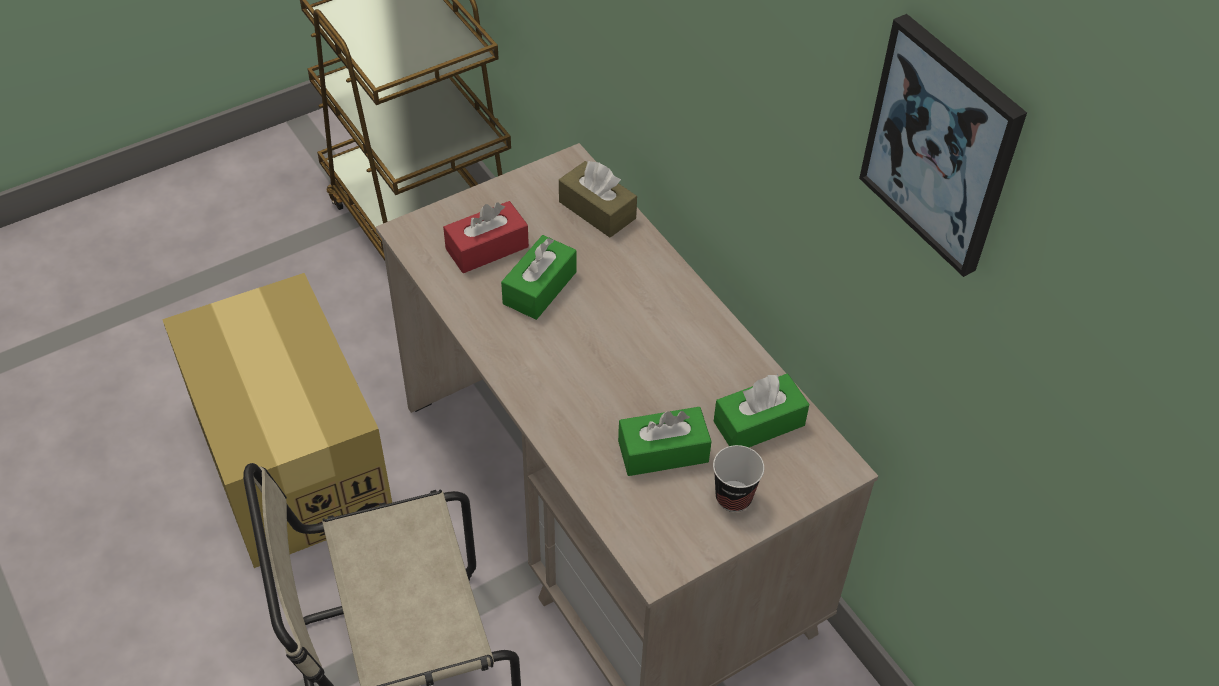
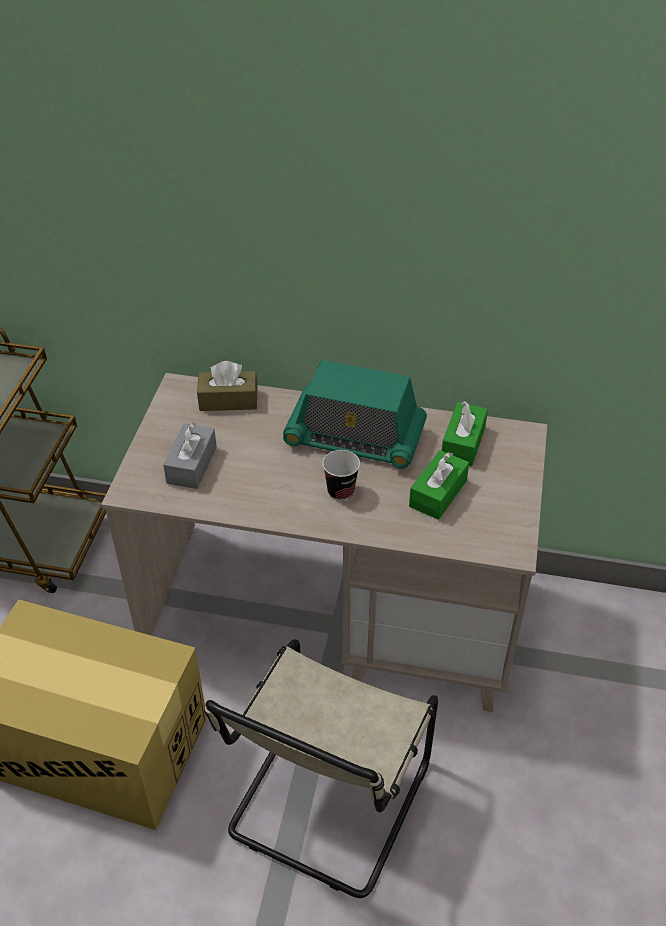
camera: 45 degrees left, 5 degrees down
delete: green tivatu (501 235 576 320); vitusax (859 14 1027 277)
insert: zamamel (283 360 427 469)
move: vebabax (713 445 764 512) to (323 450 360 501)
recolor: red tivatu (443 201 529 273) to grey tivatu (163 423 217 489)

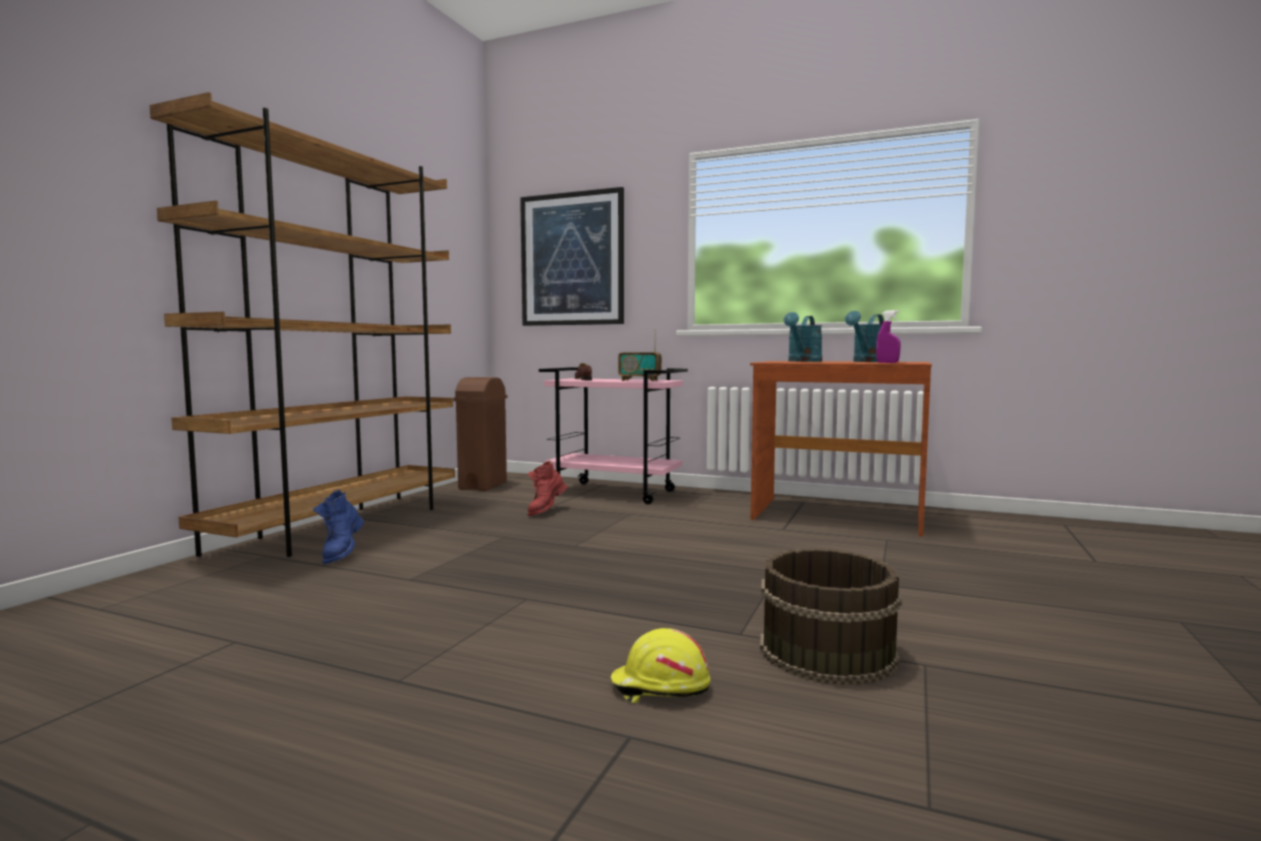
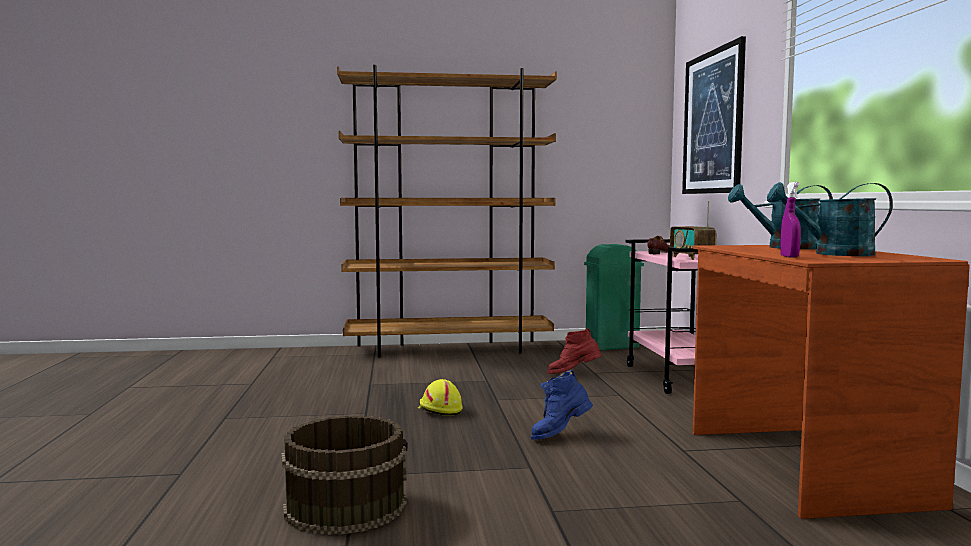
camera: 60 degrees right, 0 degrees up
move: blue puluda (313 490 364 564) to (530 370 593 439); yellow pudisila (610 628 711 703) to (418 379 463 415)
recolor: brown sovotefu (453 377 507 491) to green sovotefu (584 244 644 351)

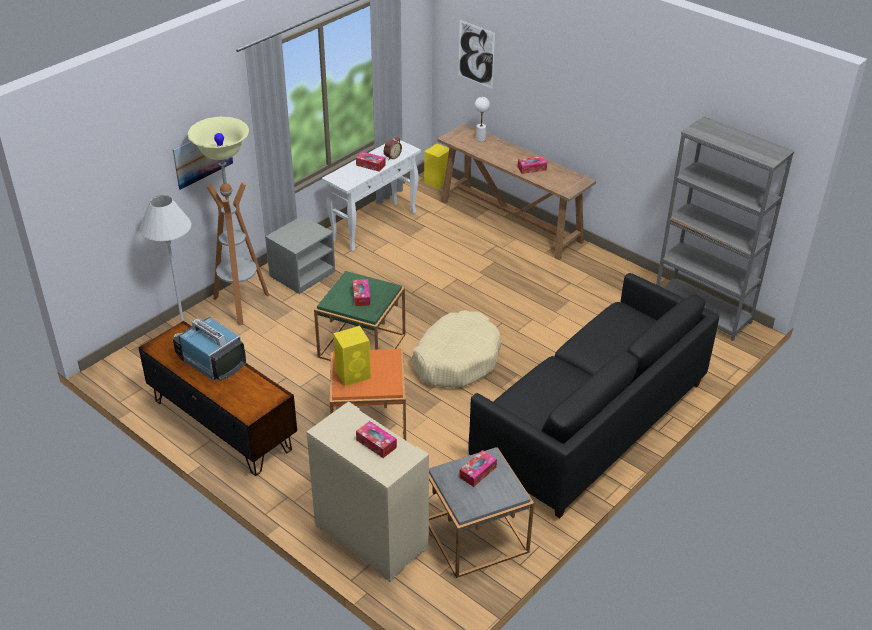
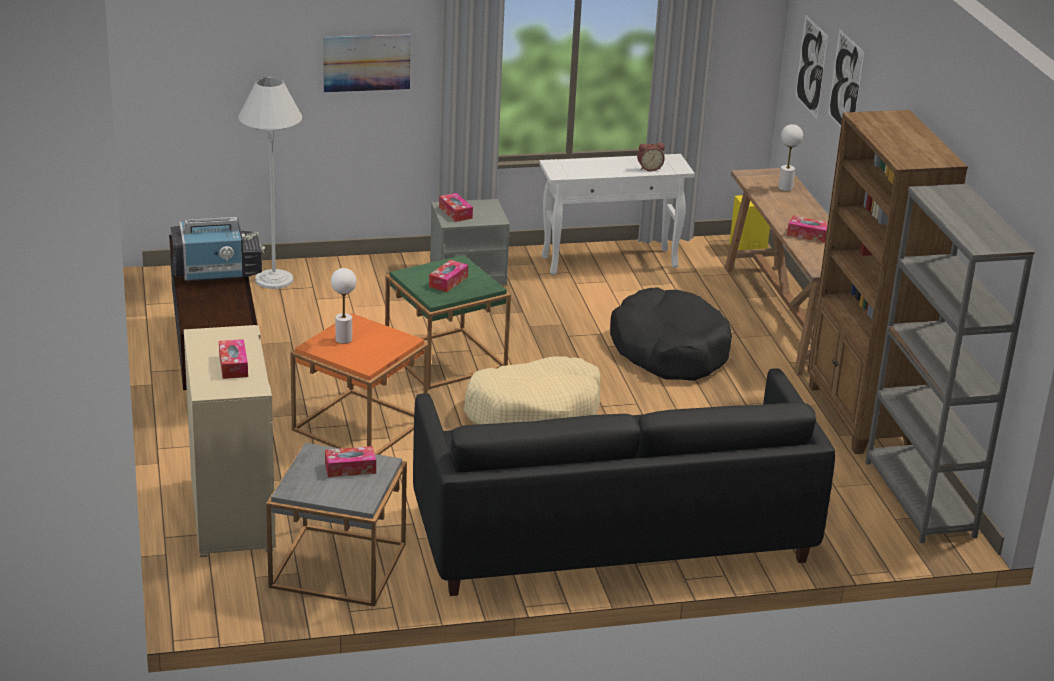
camera: 35 degrees right, 10 degrees down
delete: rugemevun (187 117 269 325)
insert: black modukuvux (610 288 732 381); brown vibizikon (807 110 968 454); vitusax (828 29 865 127)
move: tivatu (356 152 386 171) to (439 193 473 222)
replace: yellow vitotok (333 326 371 386) to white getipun (331 268 357 344)
rotate: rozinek (173 317 246 381) = (170 217 265 282) 90 degrees clockwise

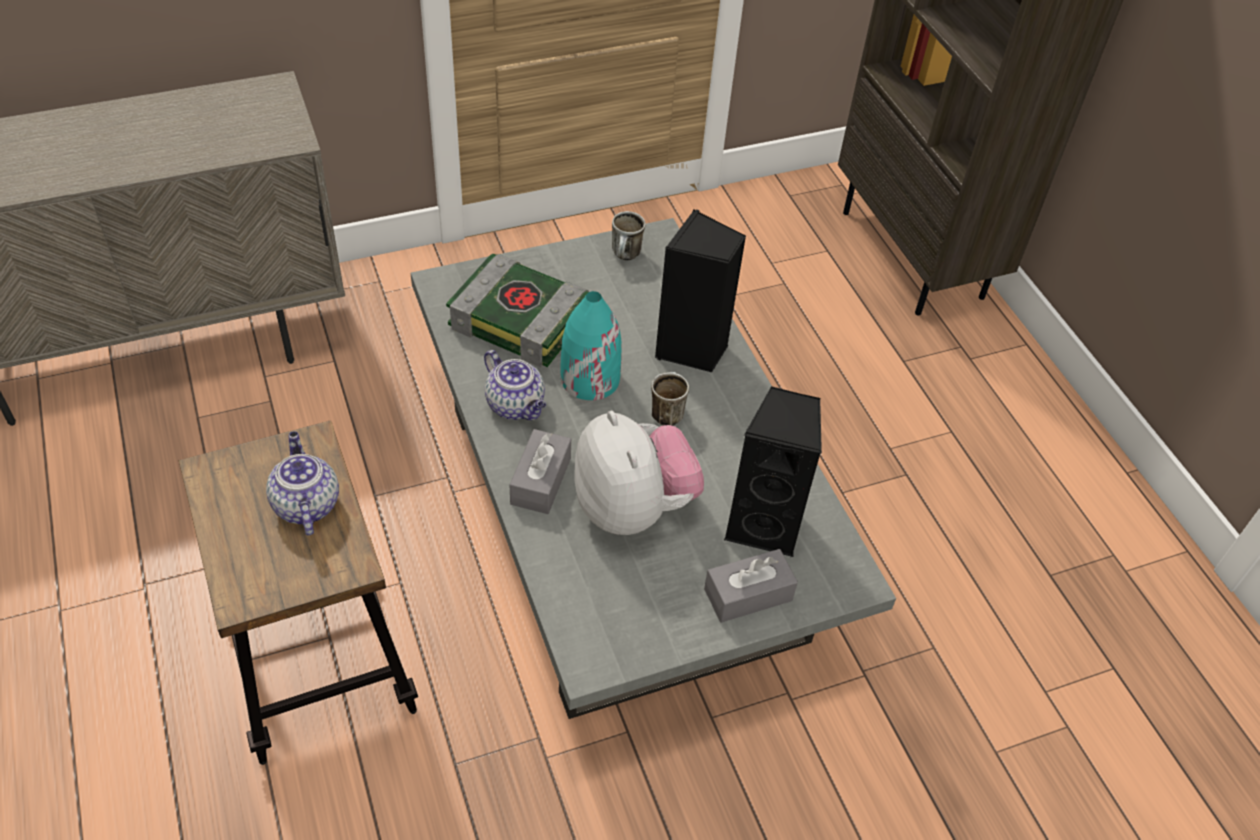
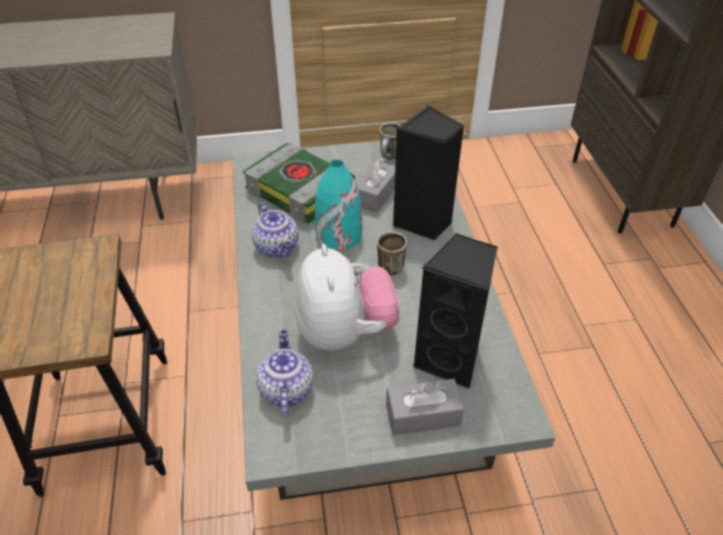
camera: 15 degrees right, 5 degrees down
move: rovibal (266 431 339 536) to (256 330 314 417); grey tivatu (510 429 571 514) to (356 158 395 213)

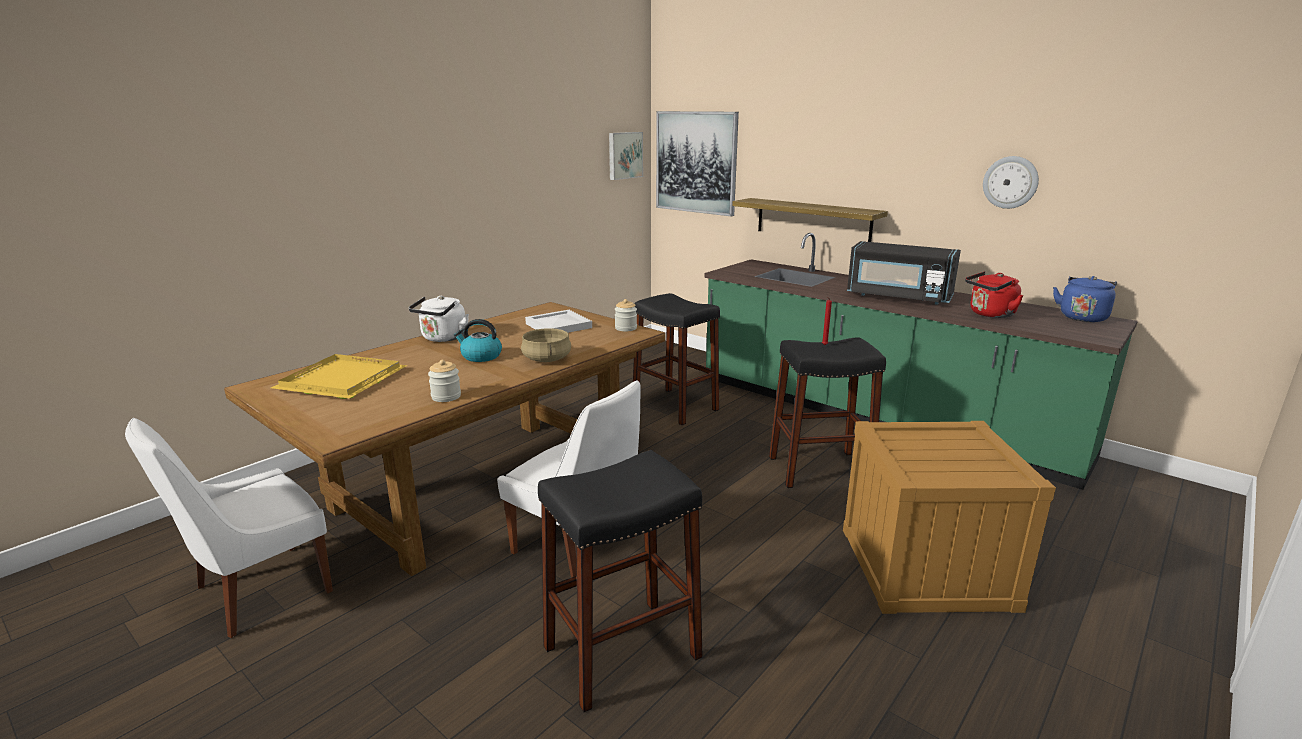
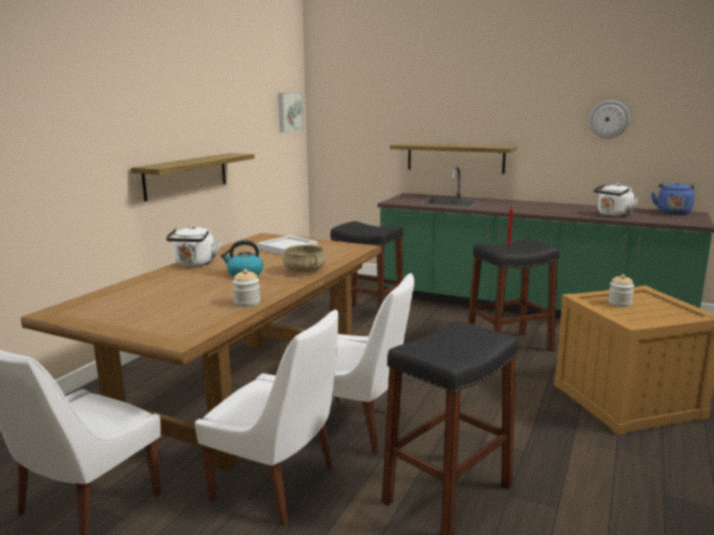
camera: 15 degrees left, 5 degrees down
delete: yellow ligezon (271 354 407 399); vitusax (656 111 739 216); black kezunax (847 241 961 304)
insert: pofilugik (131 153 255 201); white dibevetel (195 309 339 526)
move: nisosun (615 299 637 331) to (608 275 634 307)
recolor: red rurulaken (965 272 1023 318) to white rurulaken (594 183 639 217)

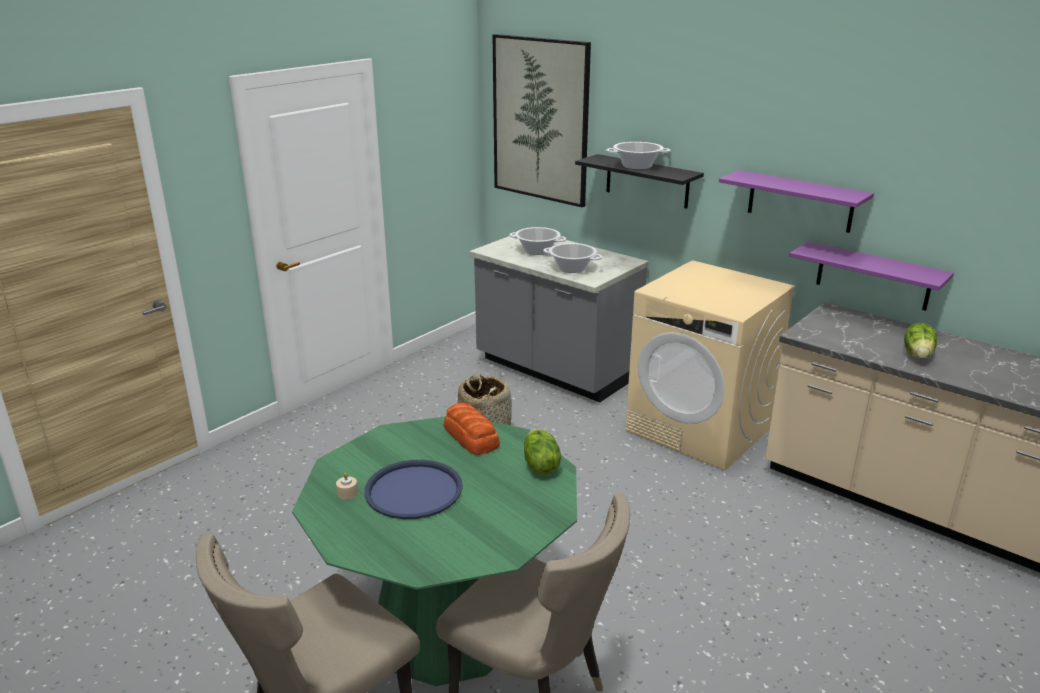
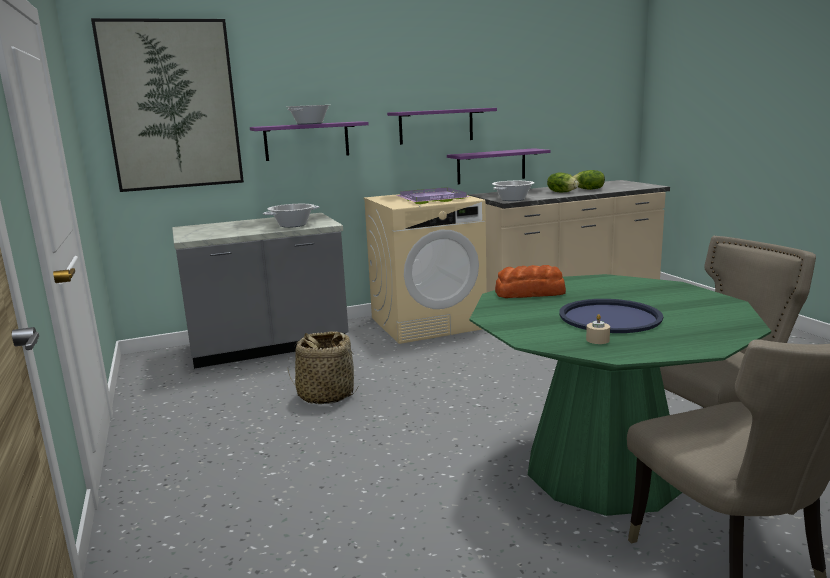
camera: 60 degrees left, 10 degrees down
insert: purple ligezon (397 187 470 204)
move: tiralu (509 227 566 255) to (492 181 534 201); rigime (524 429 561 475) to (573 170 605 190)
recolor: black pofilugik (575 154 704 209) to purple pofilugik (250 122 369 161)

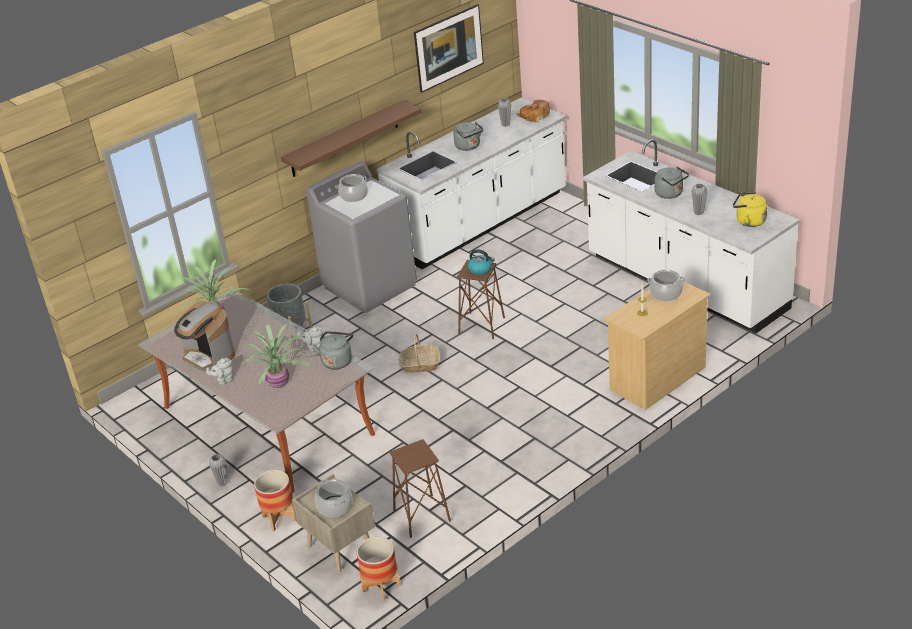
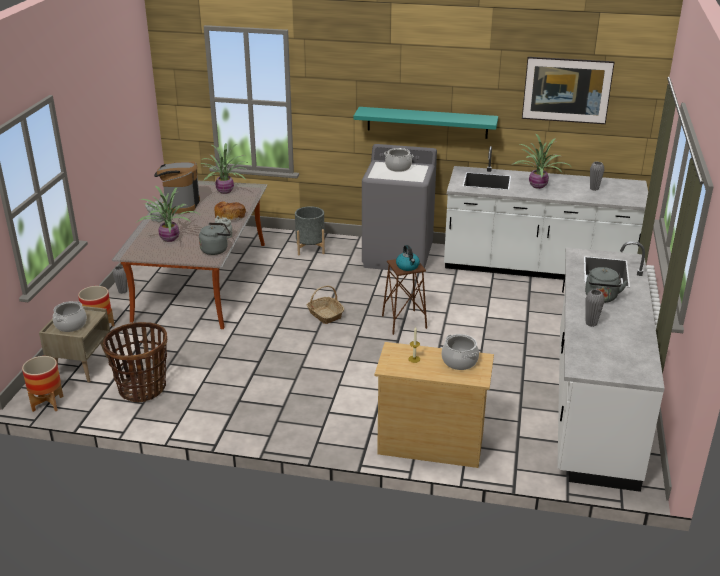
camera: 50 degrees right, 5 degrees down
delete: yellow rurulaken (733 192 767 227)
move: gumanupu (517 100 550 123) to (214 202 246 220)
replace: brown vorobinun (389 439 451 538) to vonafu (103 322 167 402); grey rurulaken (453 122 484 151) to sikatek (511 134 570 189)
recolor: brown pofilugik (281 100 421 177) to turquoise pofilugik (354 107 498 139)

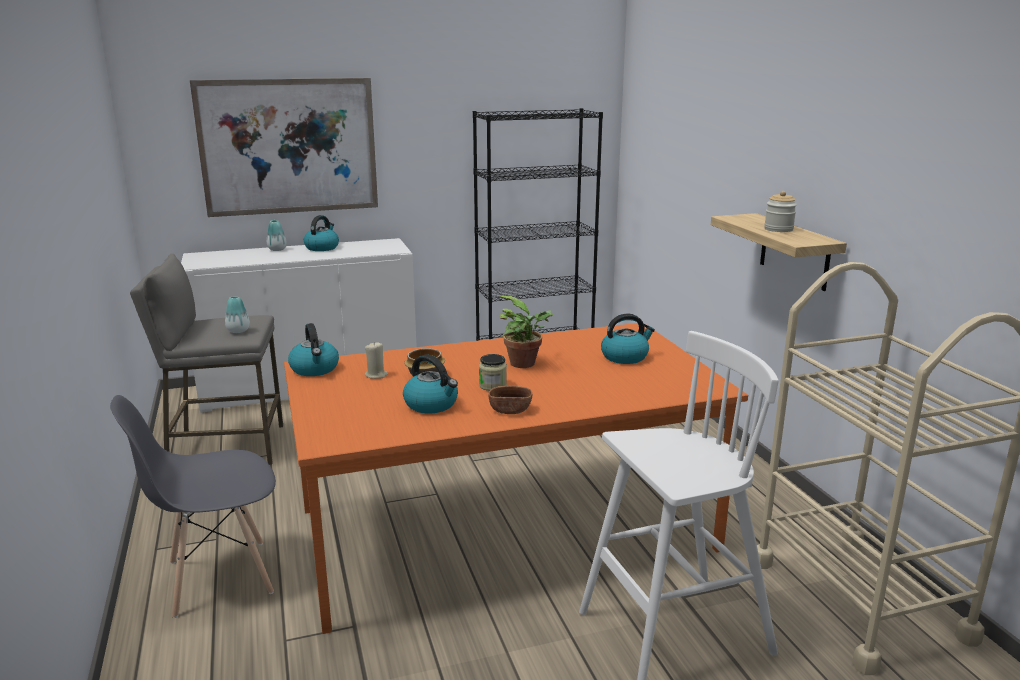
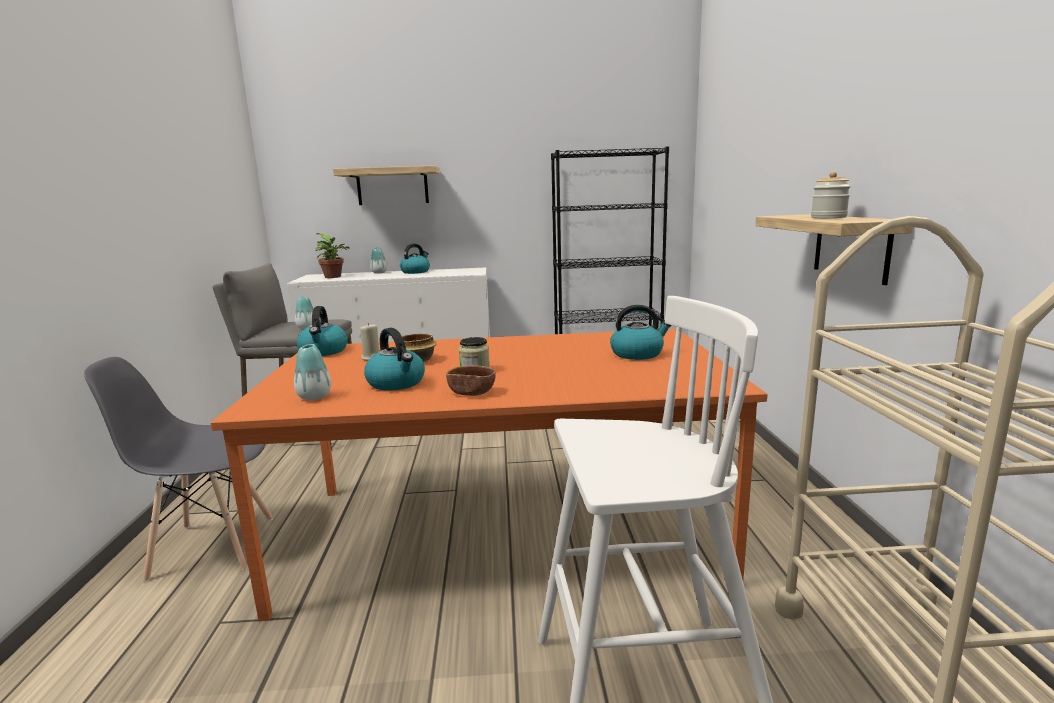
camera: 15 degrees right, 5 degrees down
insert: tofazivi (294 344 331 400)
move: sikatek (497 296 553 368) to (315 233 350 278)
replace: vitusax (190 78 378 217) to pofilugik (333 165 439 205)

